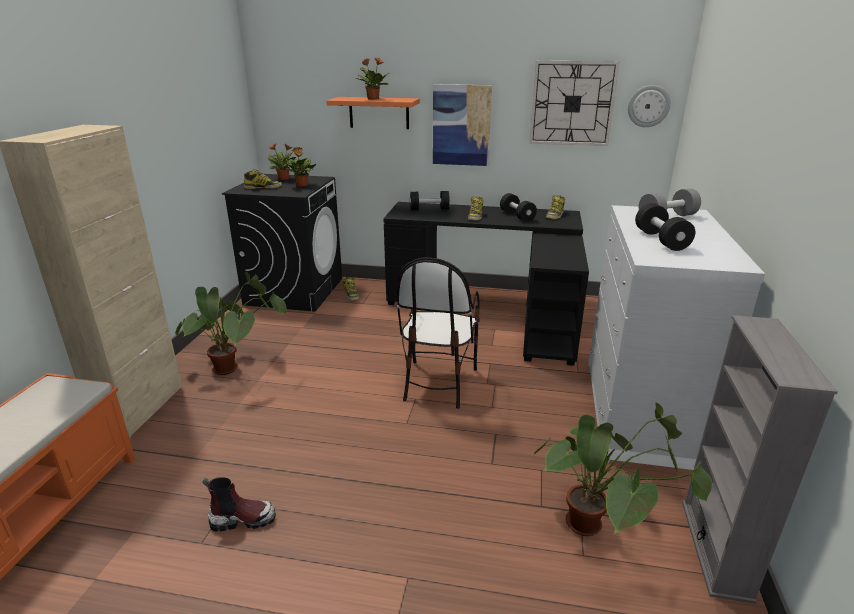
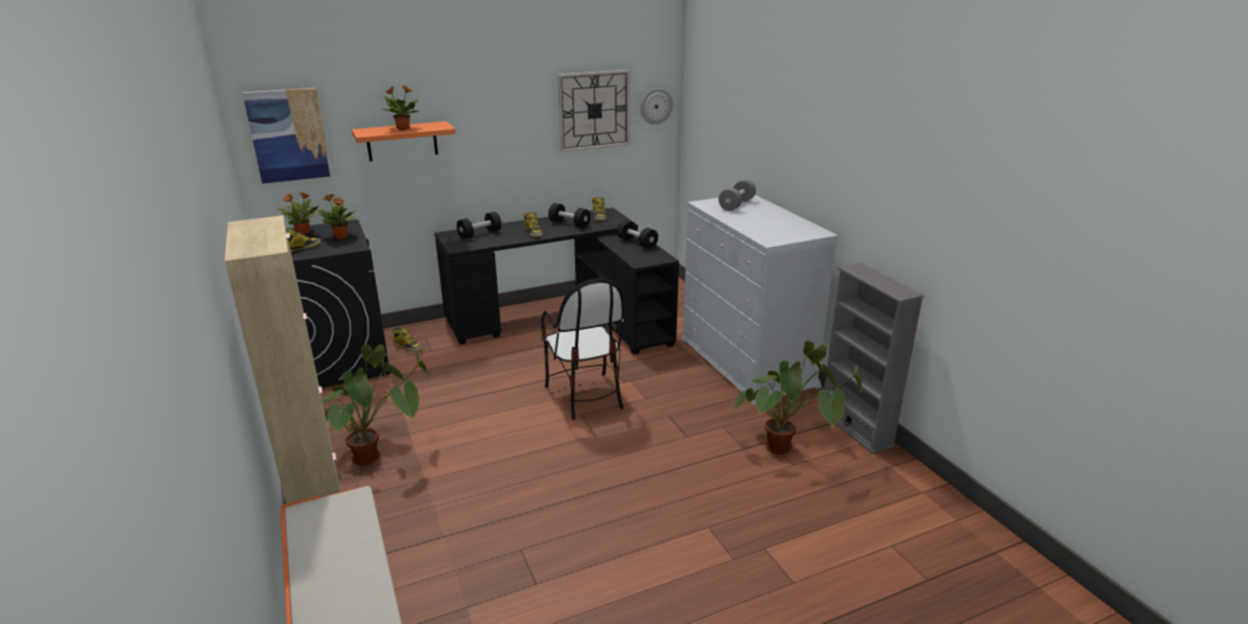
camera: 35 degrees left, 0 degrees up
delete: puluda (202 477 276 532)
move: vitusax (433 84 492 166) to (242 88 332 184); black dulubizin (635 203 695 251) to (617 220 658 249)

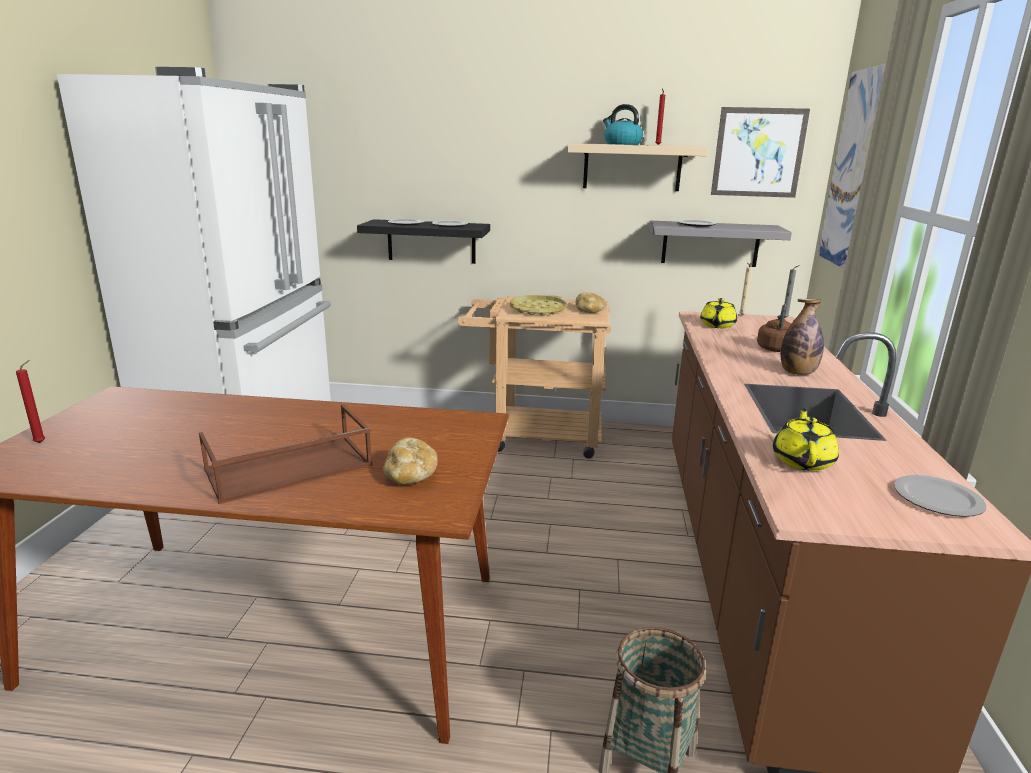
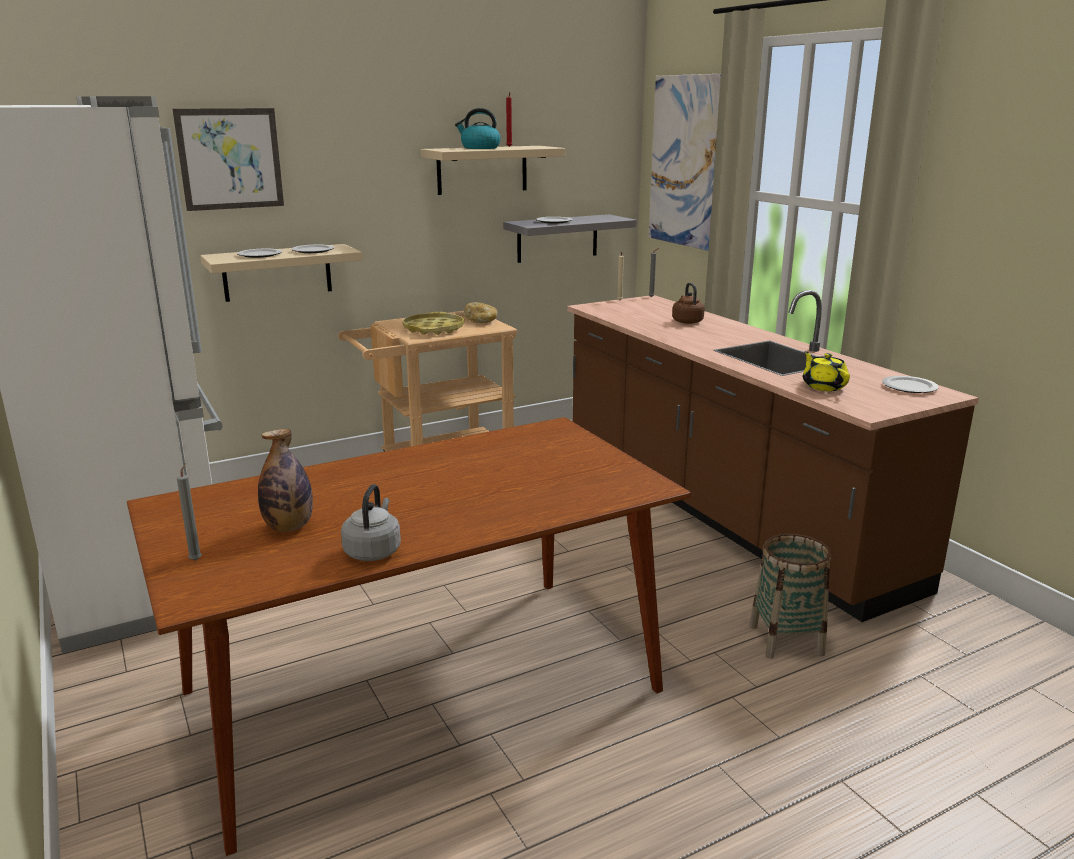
camera: 35 degrees left, 0 degrees up
delete: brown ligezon (199 404 373 504); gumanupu (383 437 438 485); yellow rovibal (700 298 737 328)
insert: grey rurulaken (341 484 401 561)
move: vitusax (711 107 810 198) to (173 108 284 211); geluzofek (781 299 824 375) to (258 429 313 532)
recolor: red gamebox (16 360 45 443) to grey gamebox (177 463 202 561); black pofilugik (357 219 490 264) to beige pofilugik (200 244 362 302)

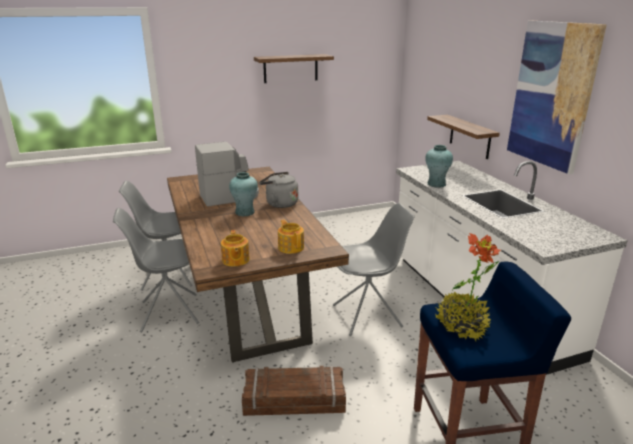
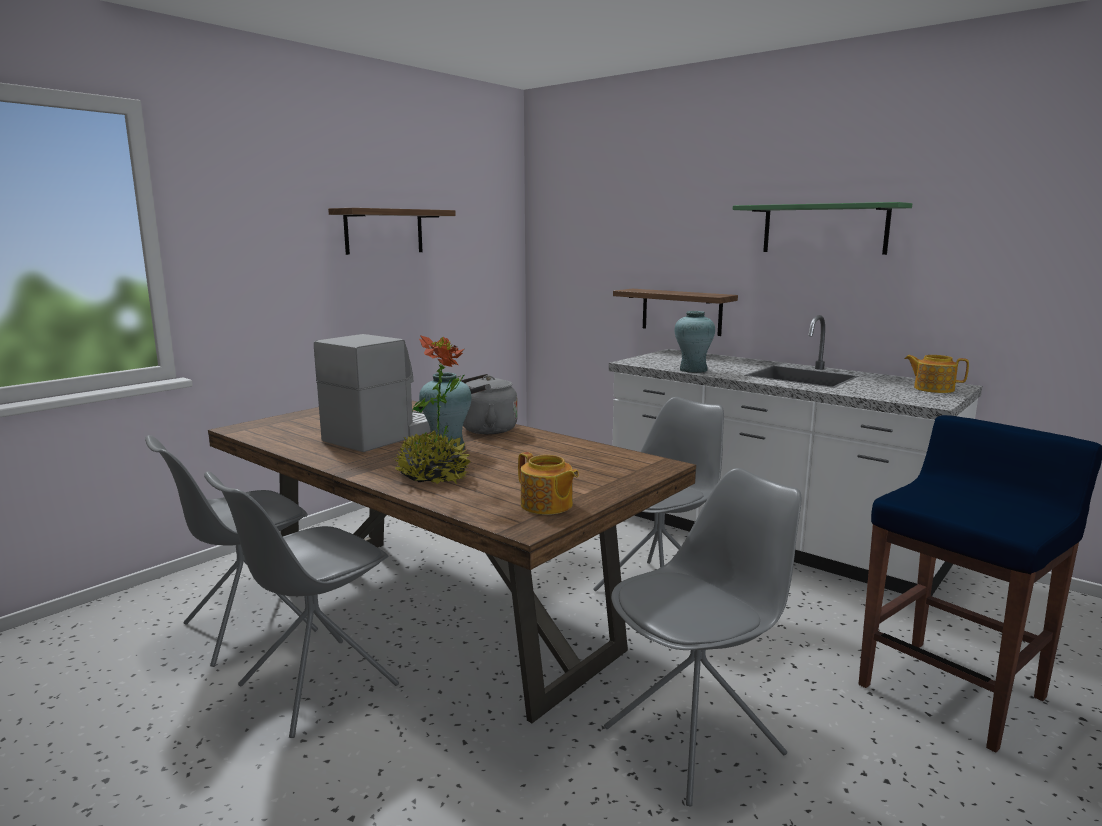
camera: 30 degrees left, 10 degrees down
move: rovibal (278 220 304 254) to (904 355 969 393); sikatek (435 233 501 341) to (394 335 470 484)
replace: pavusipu (242 366 346 416) to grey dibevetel (604 468 801 806); vitusax (507 21 607 174) to green pofilugik (733 202 912 255)

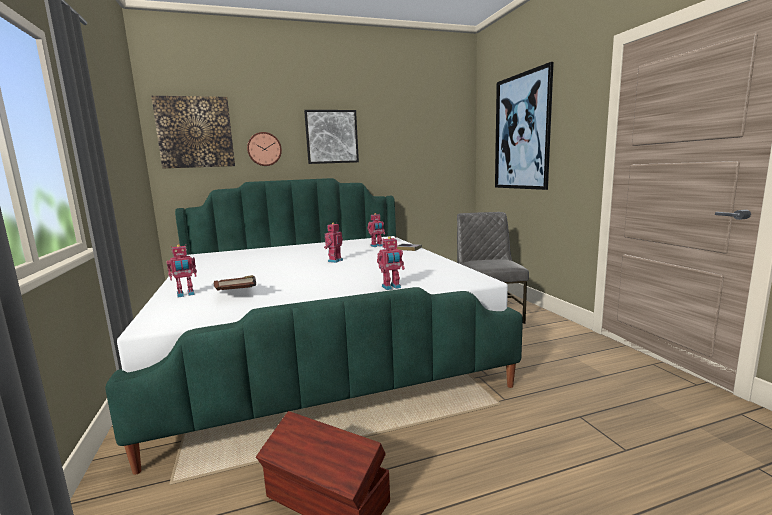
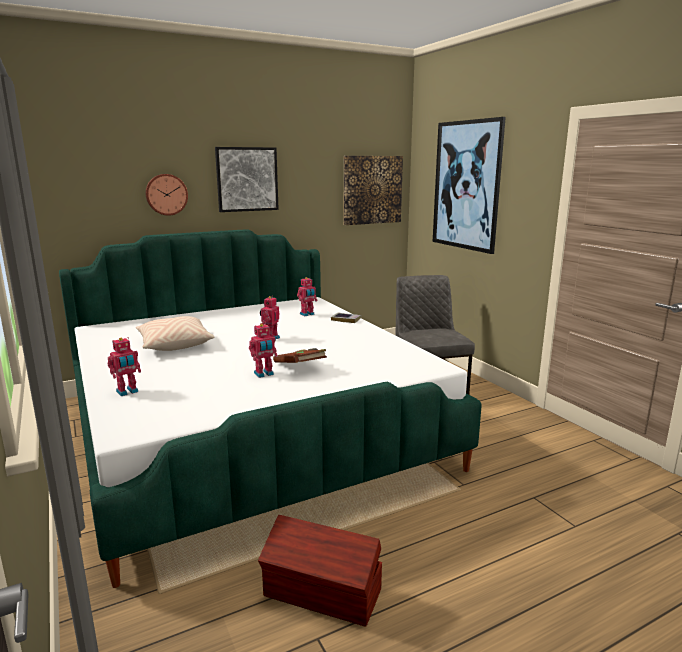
camera: 10 degrees left, 5 degrees up
insert: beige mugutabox (136 316 214 351)
move: vitusax (151 96 235 168) to (344 156 403 225); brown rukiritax (214 275 256 291) to (273 348 327 363); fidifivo (377 236 405 290) to (249 324 277 378)

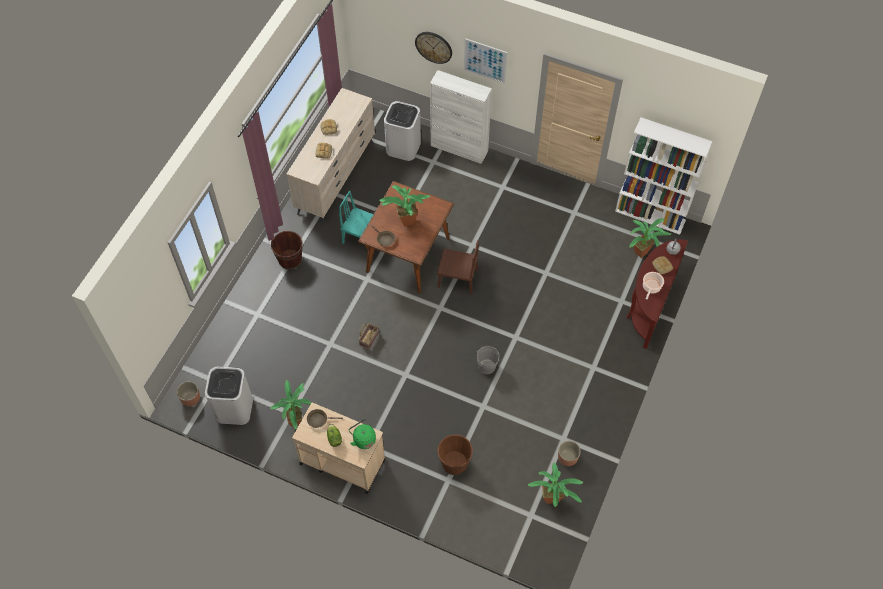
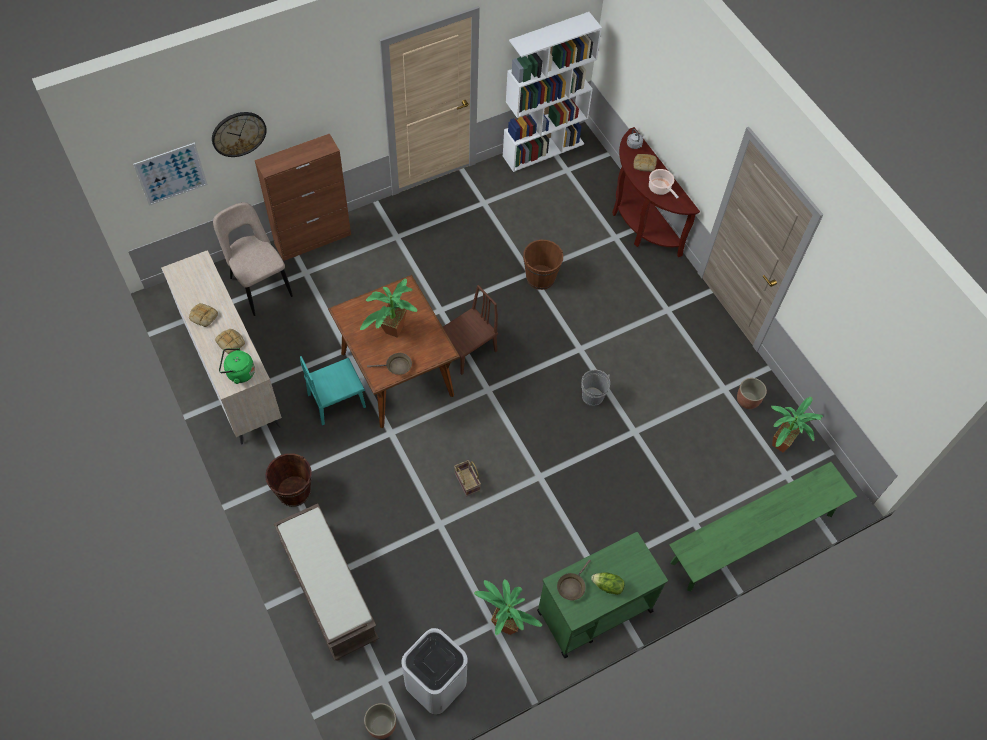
camera: 55 degrees left, 0 degrees up
delete: sikatek (629 218 671 258)
insert: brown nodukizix (274 503 379 661); green nodukizix (669 462 857 591)
move: green rurulaken (349 419 376 449) to (219 348 255 384); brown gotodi (438 434 473 475) to (523 240 563 290); vitusax (464 38 507 84) to (133 142 208 206)
replace: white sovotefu (384 101 421 161) to beige dibevetel (213 202 293 316)
recolor: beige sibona (292 403 385 494) to green sibona (537 532 668 658); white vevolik (430 70 492 164) to brown vevolik (255 134 351 261)

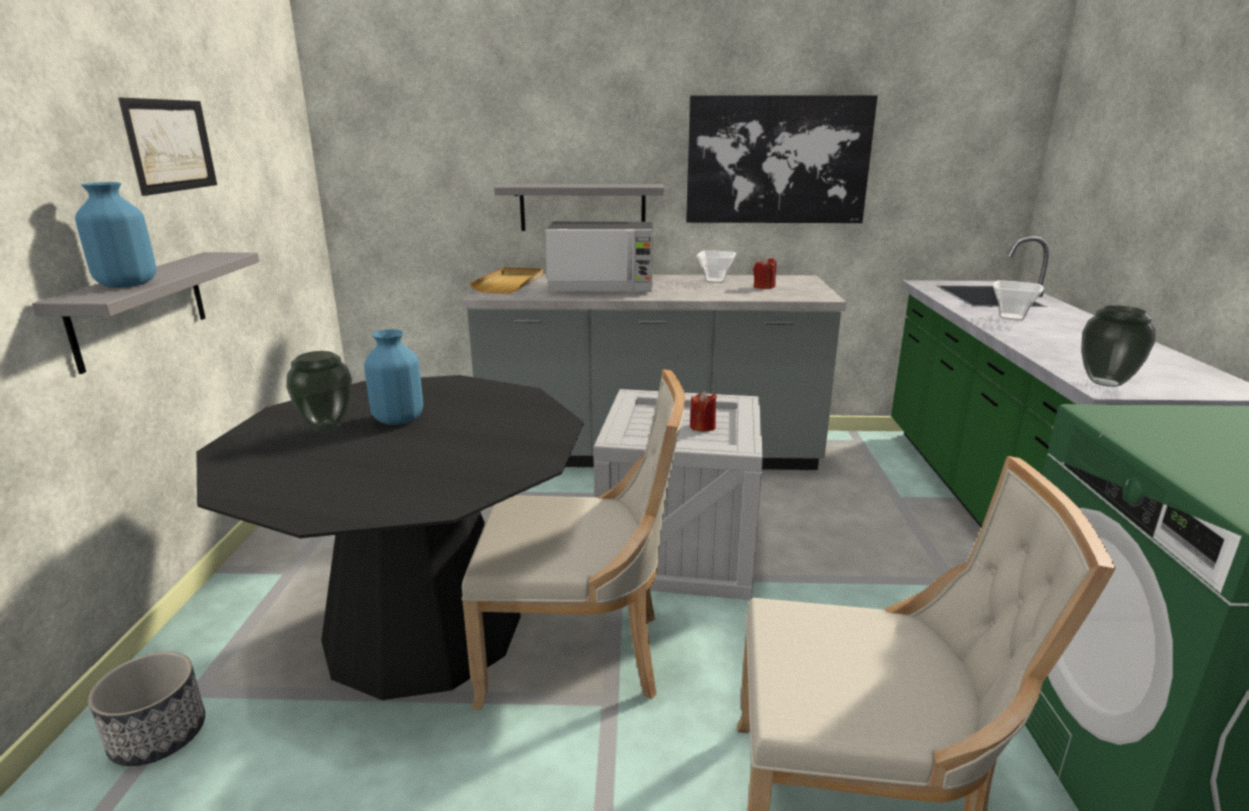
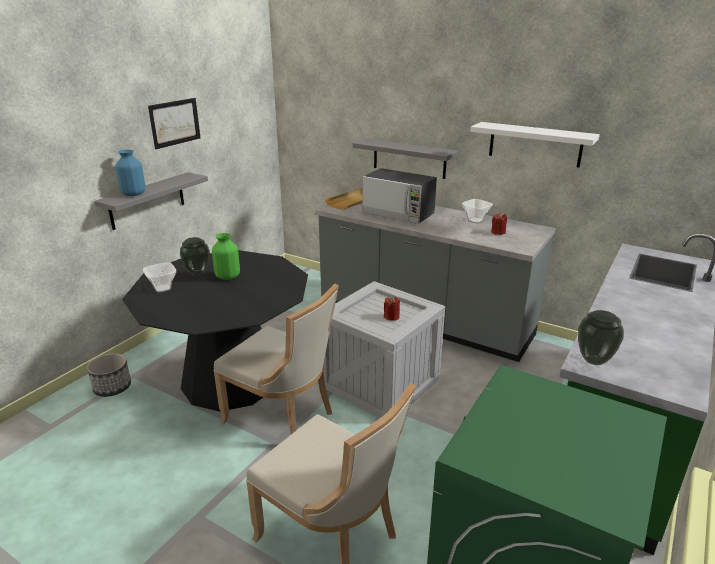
camera: 30 degrees right, 5 degrees up
move: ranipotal (993 280 1044 321) to (143 262 176 293)
replace: vitusax (686 95 878 223) to white pofilugik (470 122 600 167)
recolor: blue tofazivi (364 329 423 425) to green tofazivi (212 233 240 280)

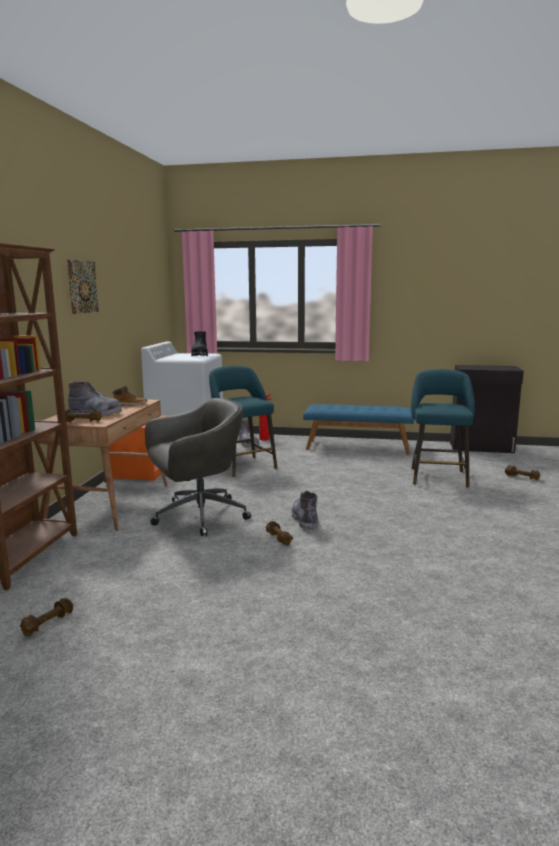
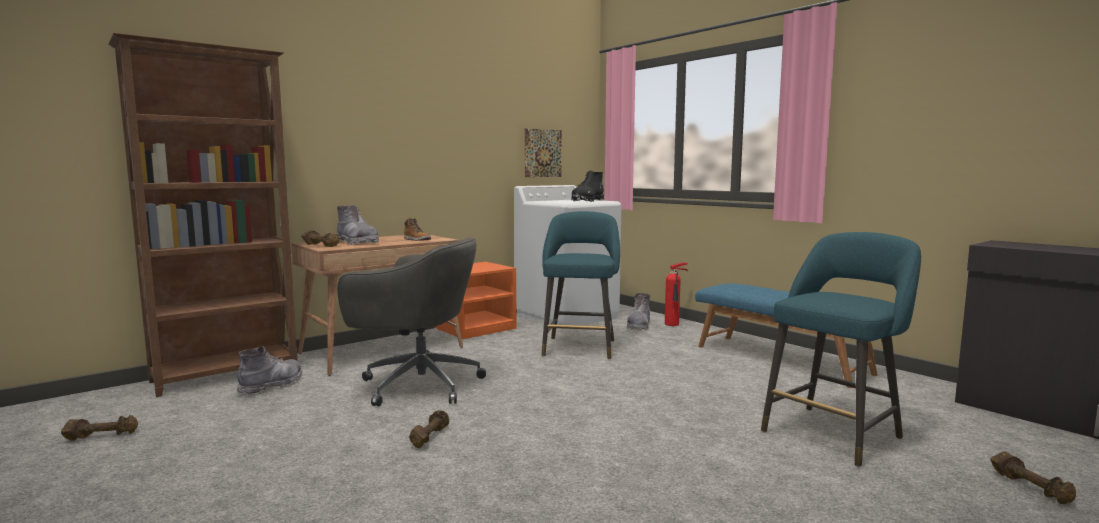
camera: 40 degrees right, 5 degrees down
move: vitusax (67 260 99 314) to (524 128 562 177); grey puluda (292 491 318 531) to (237 346 303 396)

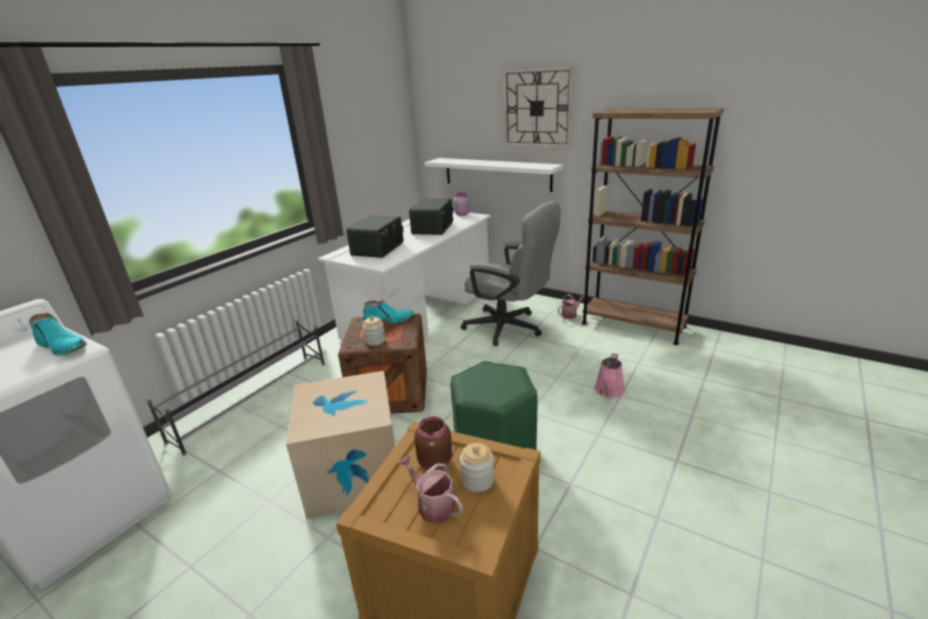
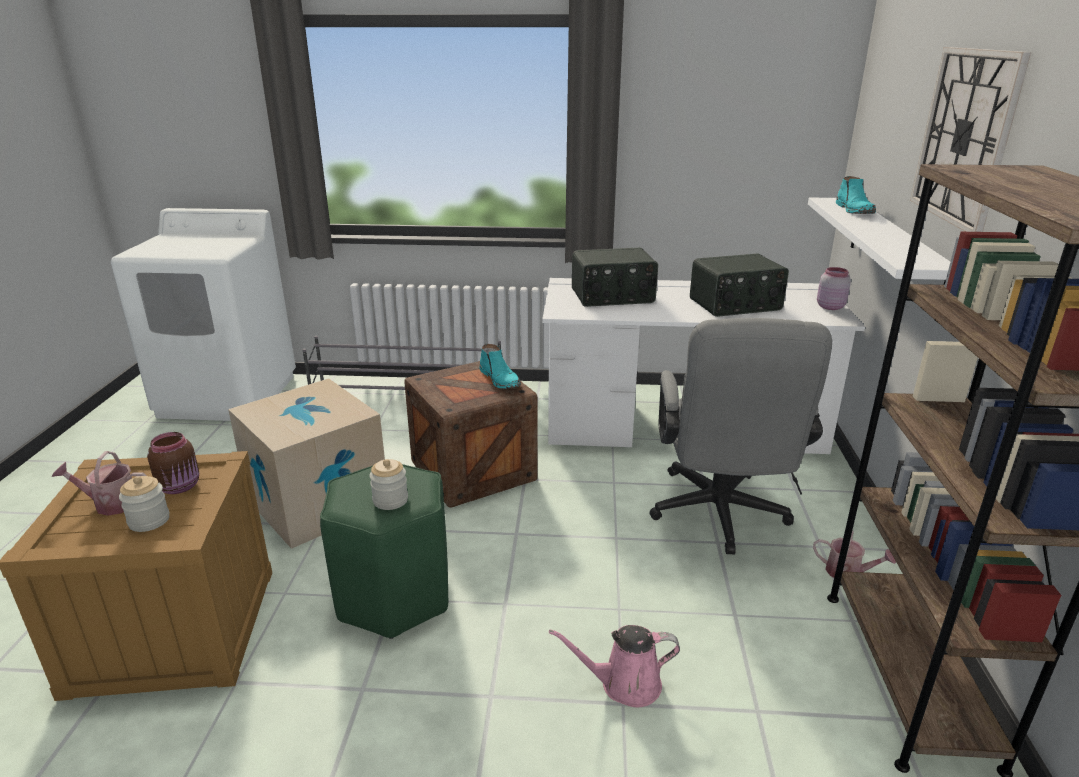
camera: 60 degrees right, 0 degrees up
move: turquoise puluda (29 313 87 356) to (836 176 876 214); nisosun (363 316 385 346) to (369 459 408 510)
rotate: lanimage (398 454 463 523) = (52 451 147 516) 105 degrees counterclockwise

